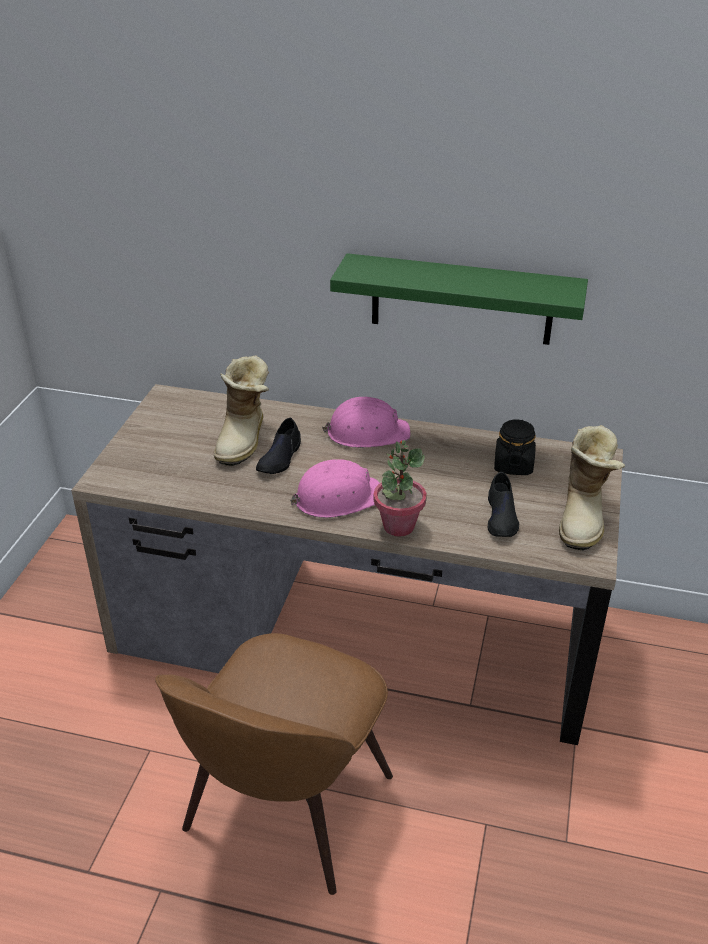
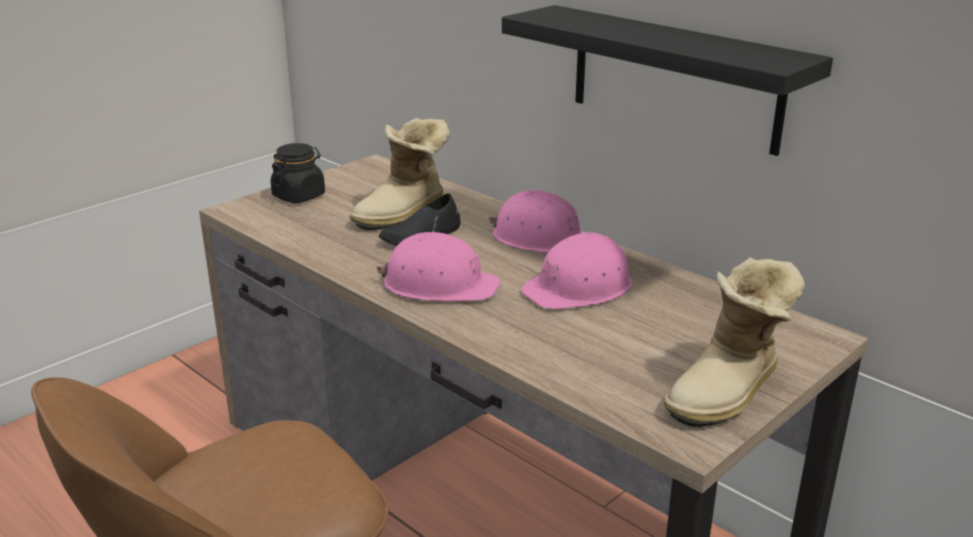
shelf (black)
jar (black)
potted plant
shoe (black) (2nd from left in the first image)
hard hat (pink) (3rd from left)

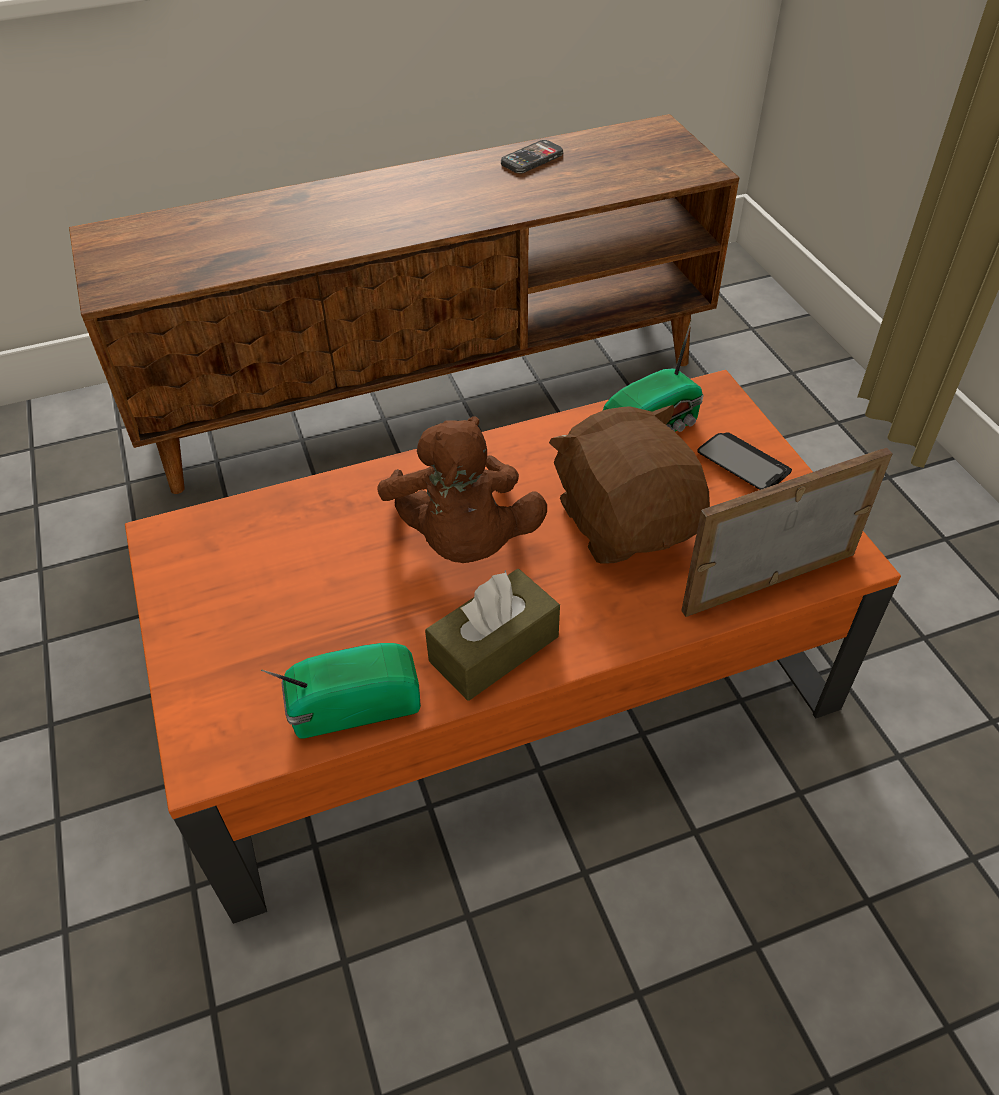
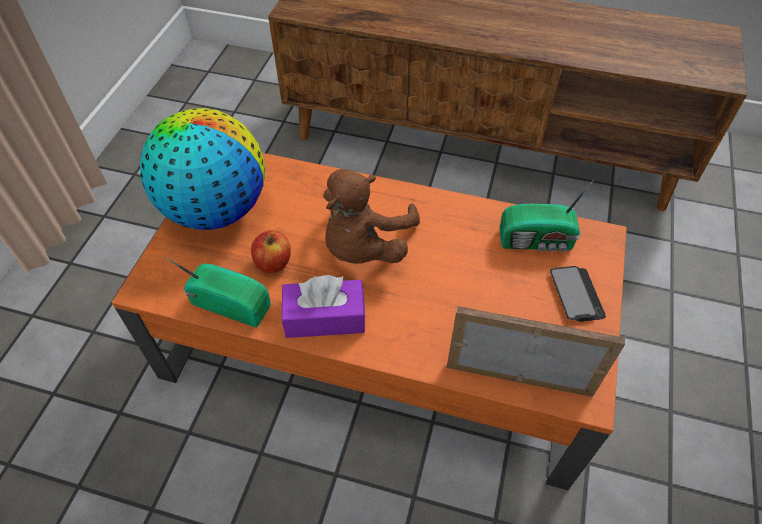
phone (1st from left in the first image)
plush toy (brown) (2nd from left in the first image)
tissue box (purple)
globe
apple

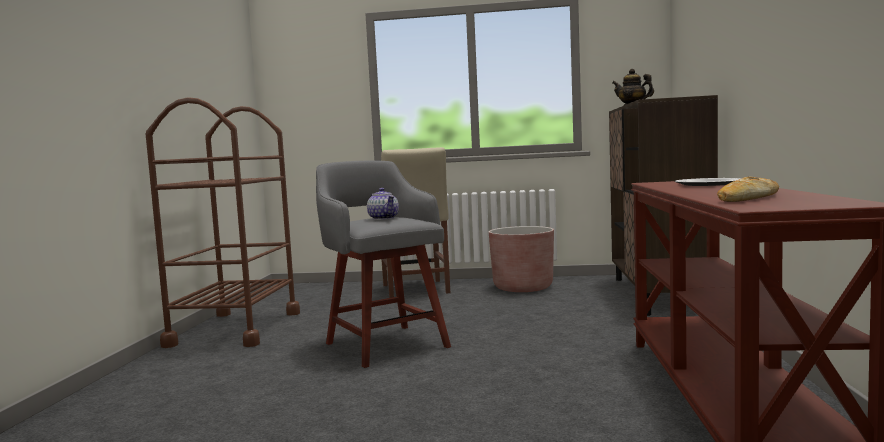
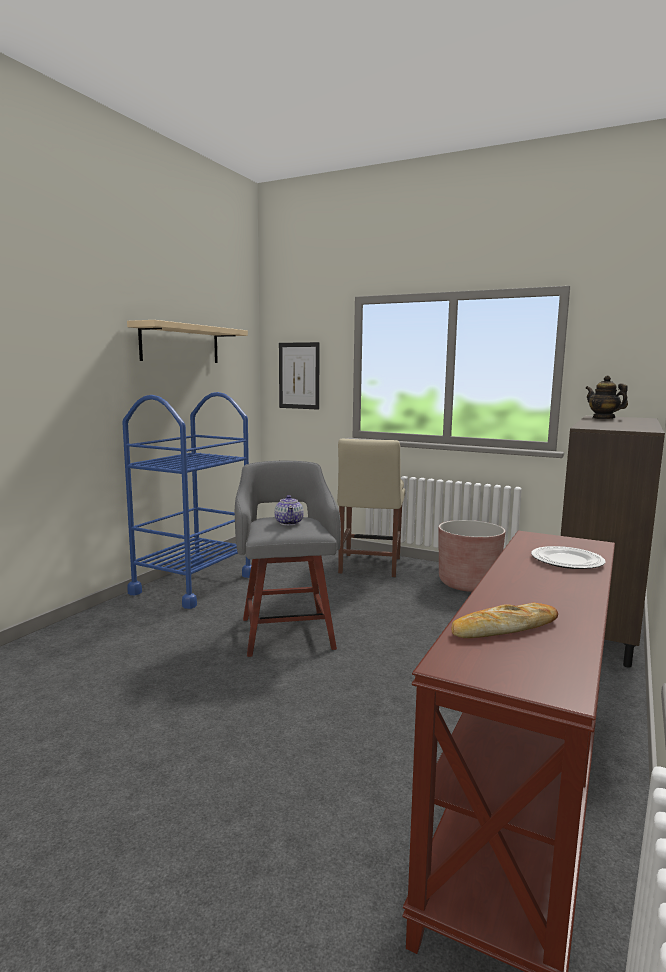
cart (blue)
shelf (beige)
picture

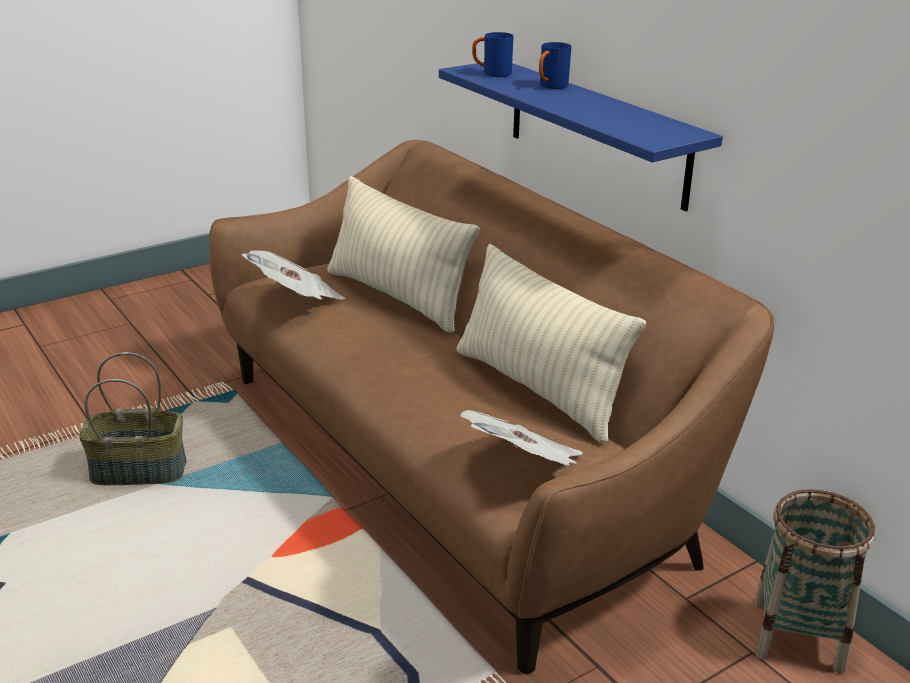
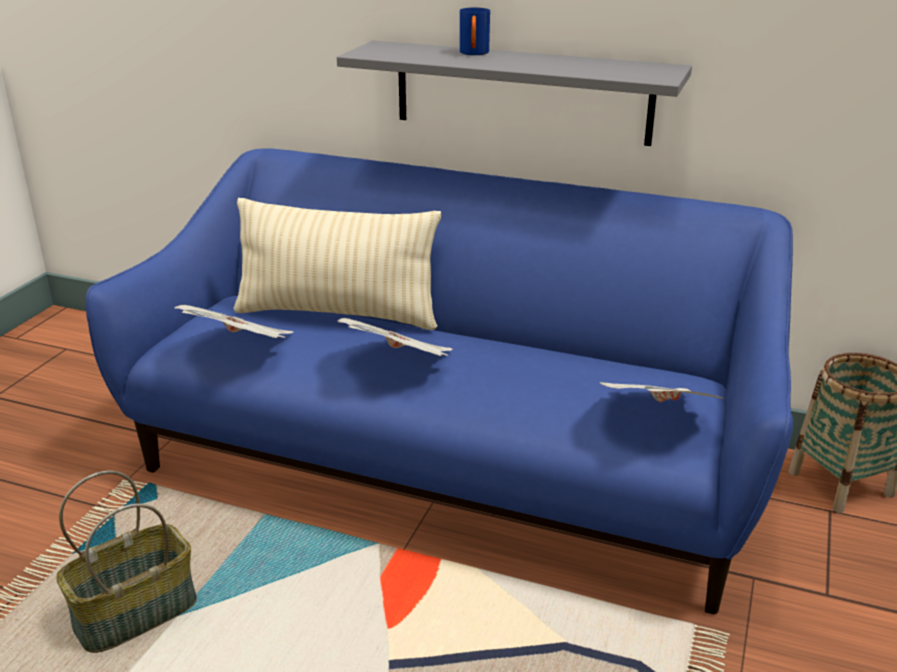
mug (blue) (1st from left in the first image)
shelf (grey)
sofa (blue)
pillow (beige) (2nd from left in the first image)
newspaper (2nd from left)

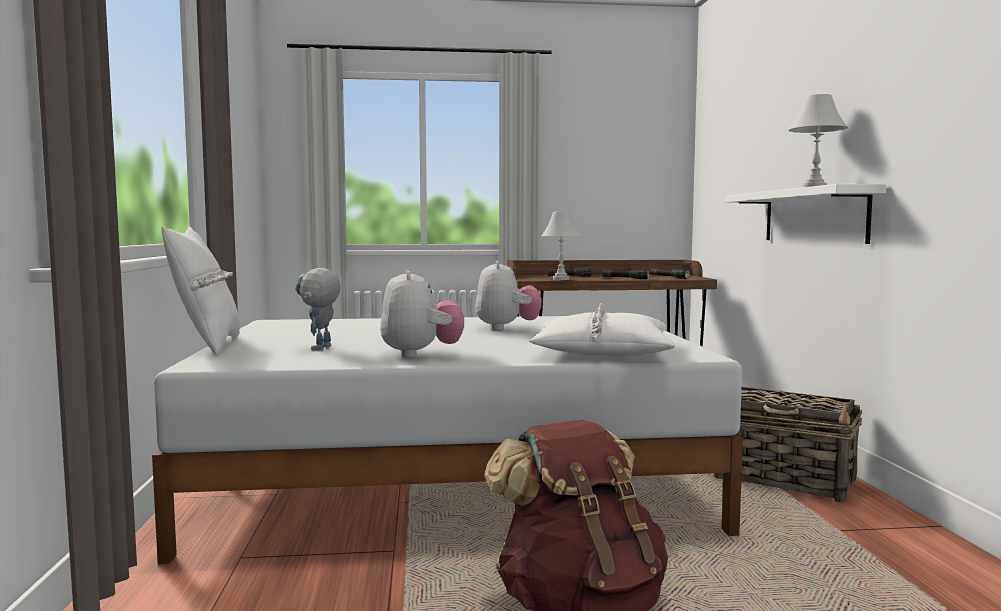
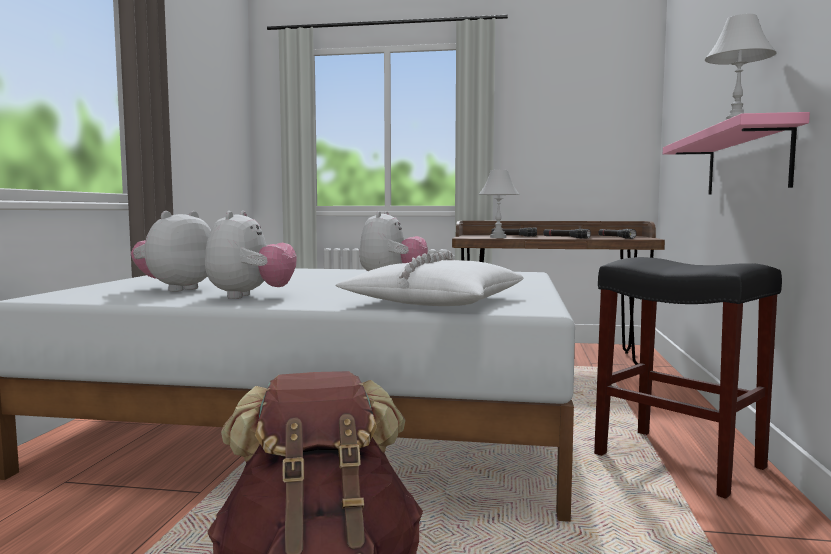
shelf (pink)
pillow (white) (1st from left in the first image)
plush toy (1st from left)
stool (black)

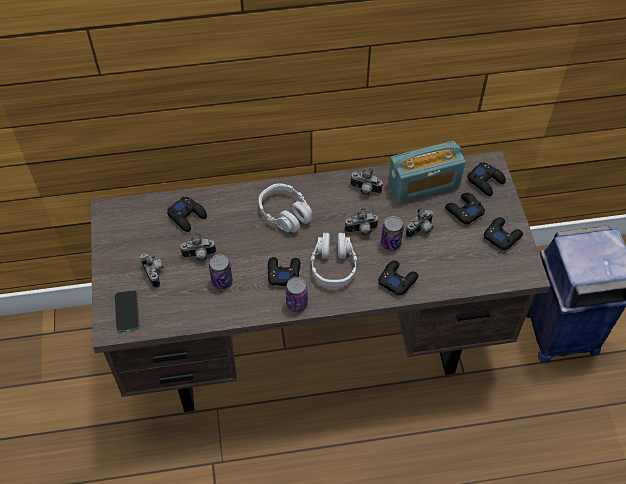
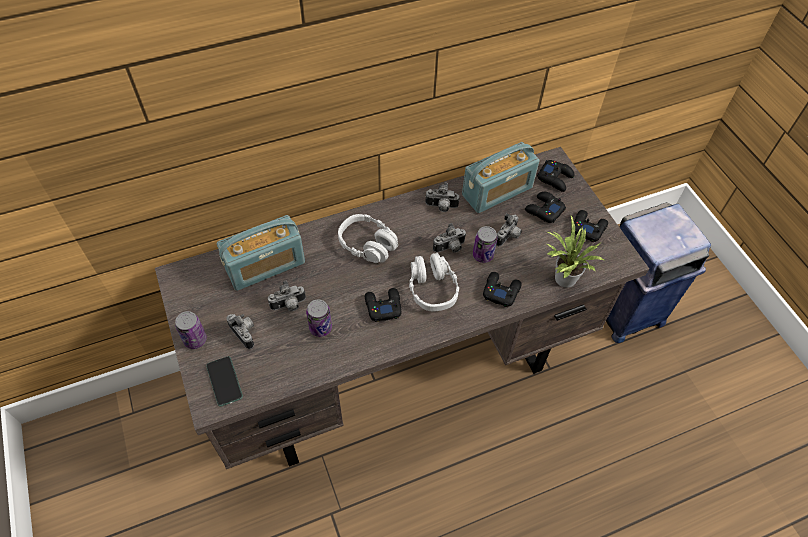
radio (1st from left)
can (1st from left)
potted plant

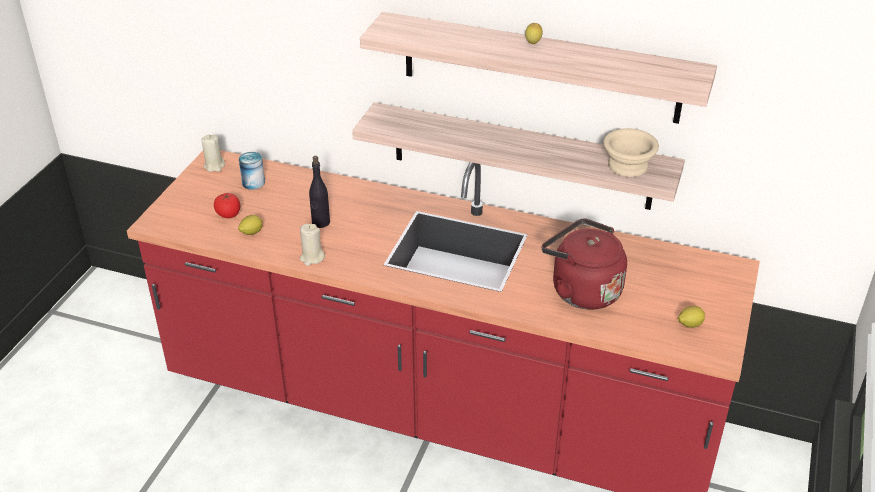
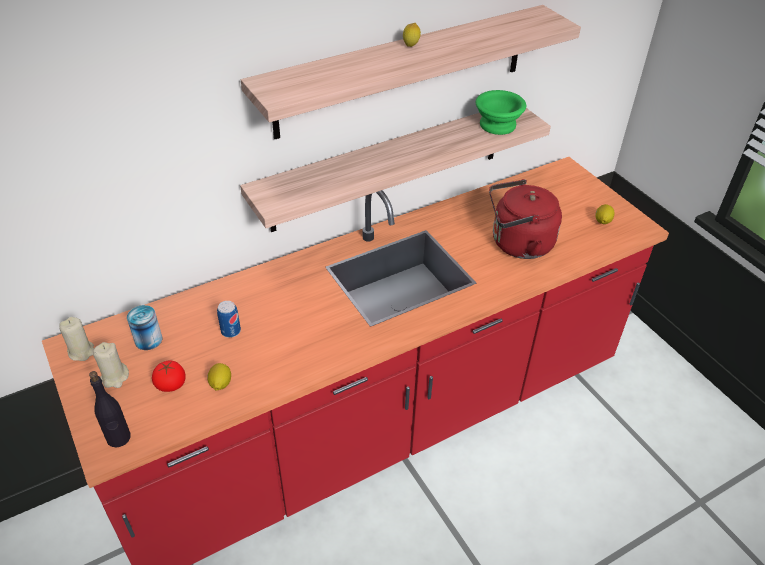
bowl (green)
bottle (black)
candle (beige) (2nd from left)
can (2nd from left)

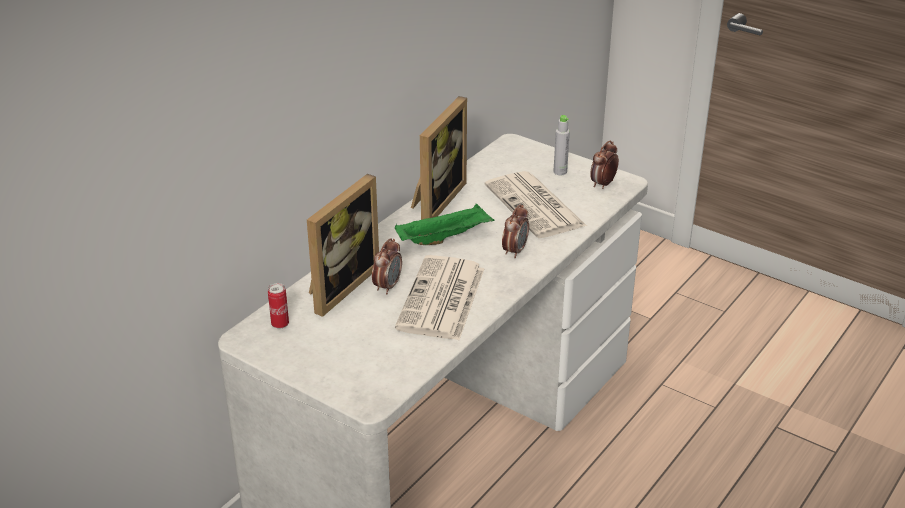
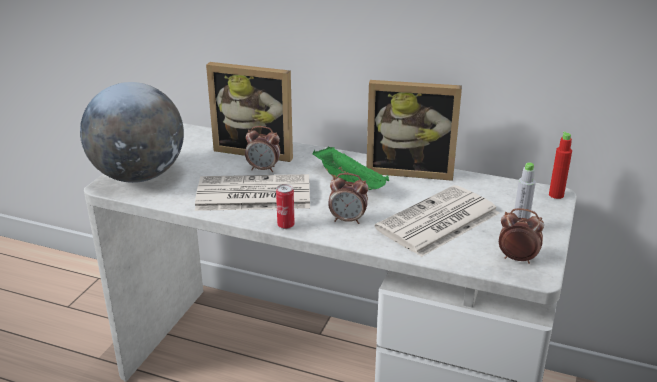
can
globe
bottle (red)

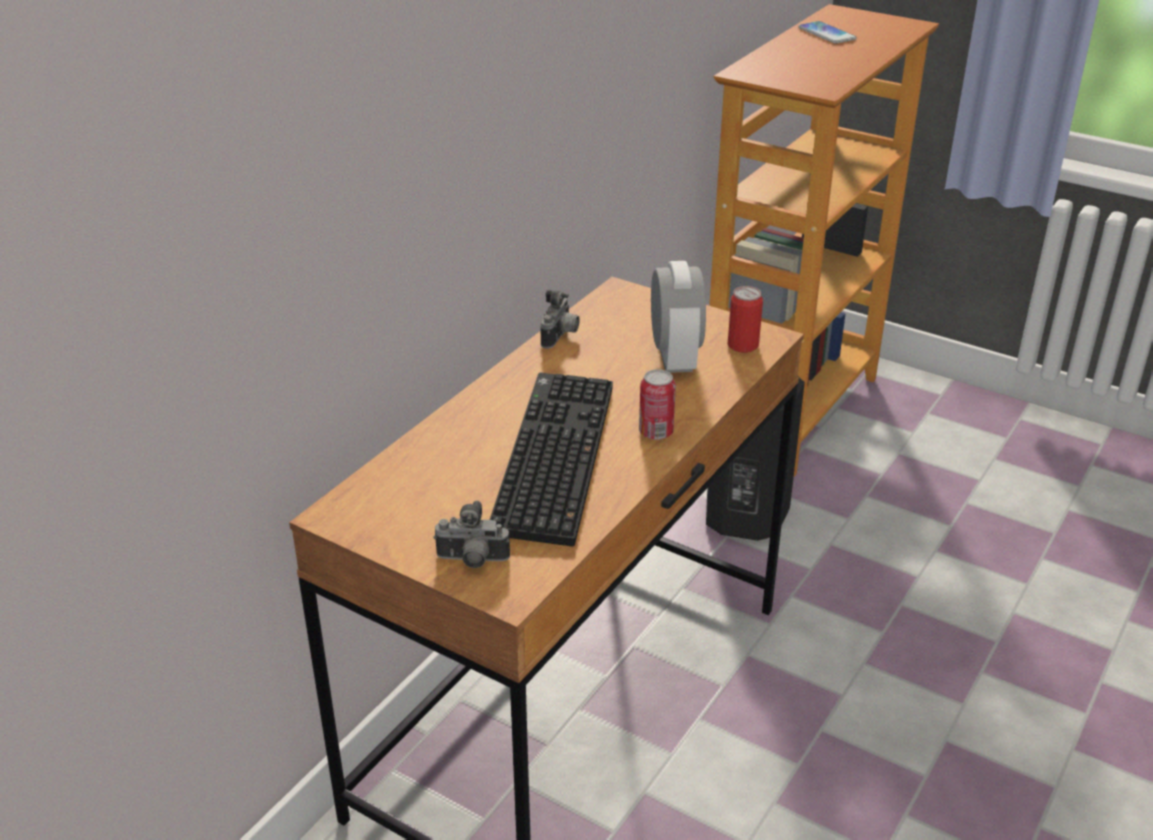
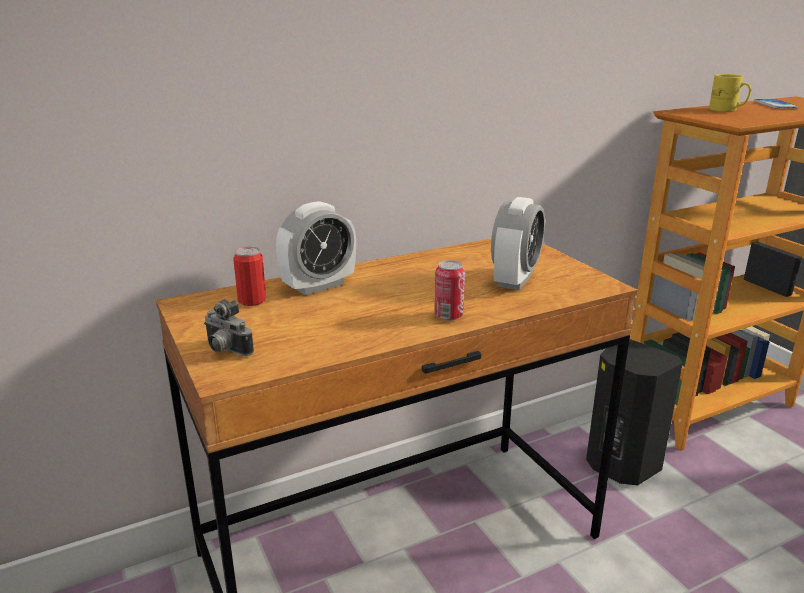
can (1st from left)
photo camera (2nd from left in the first image)
keyboard
mug (yellow)
alarm clock (1st from left)

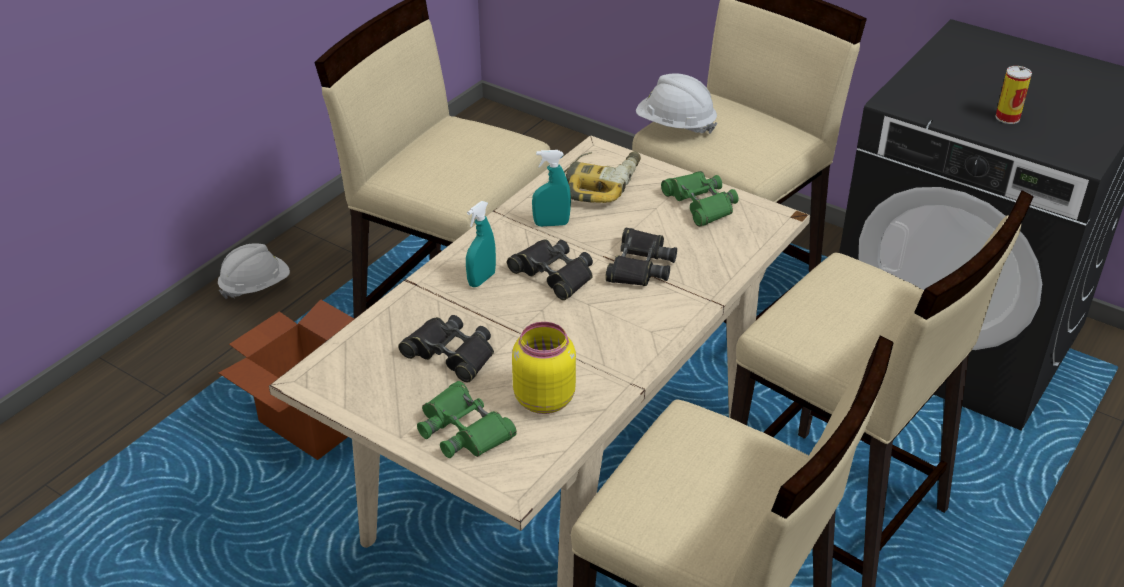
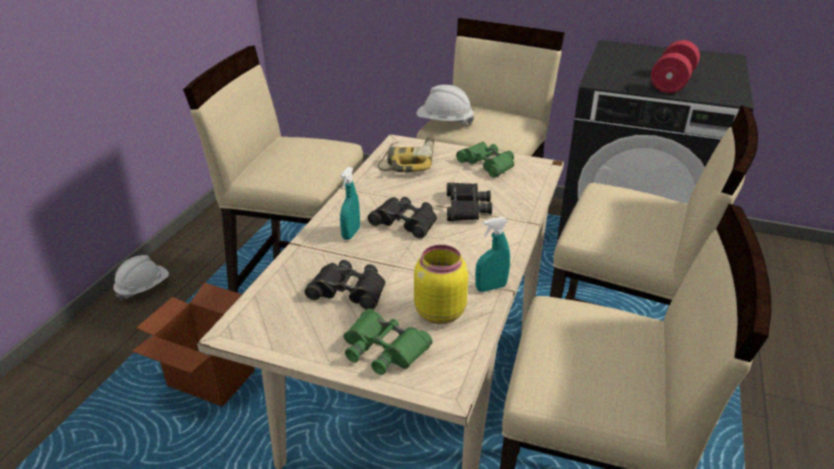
dumbbell (red)
spray bottle (turquoise) (2nd from left)

